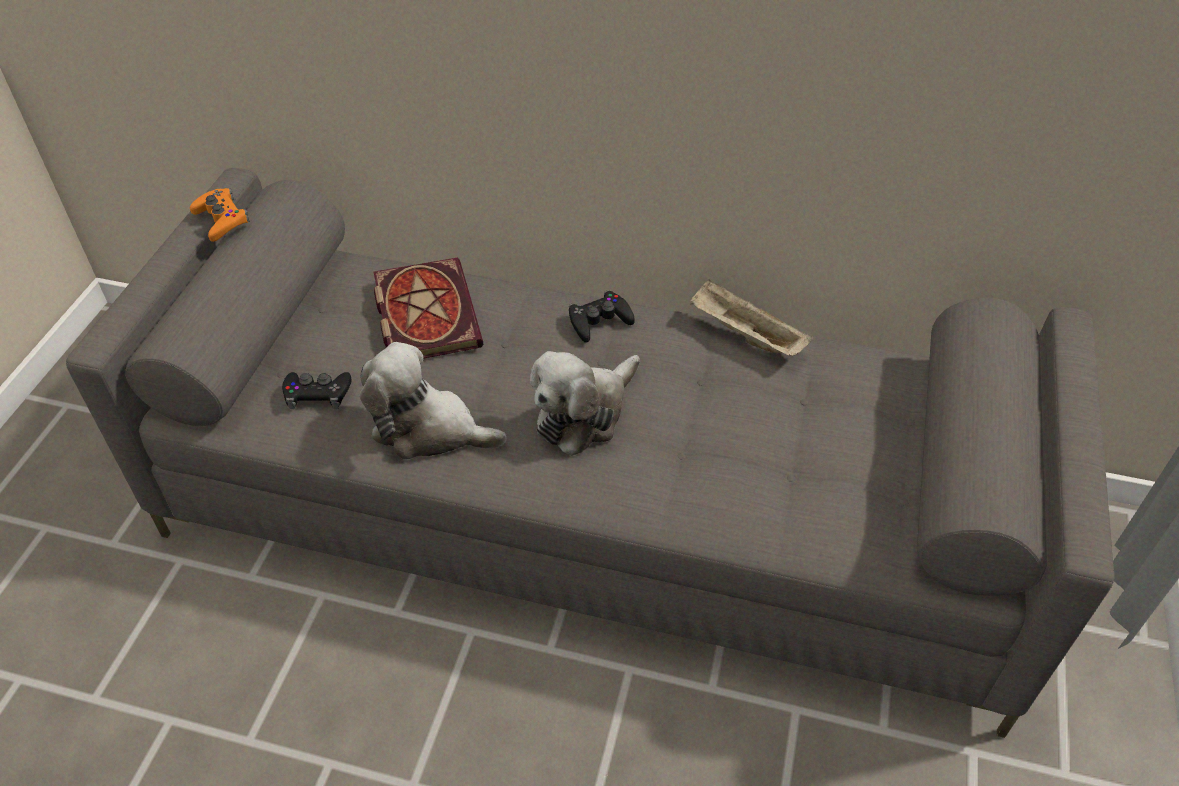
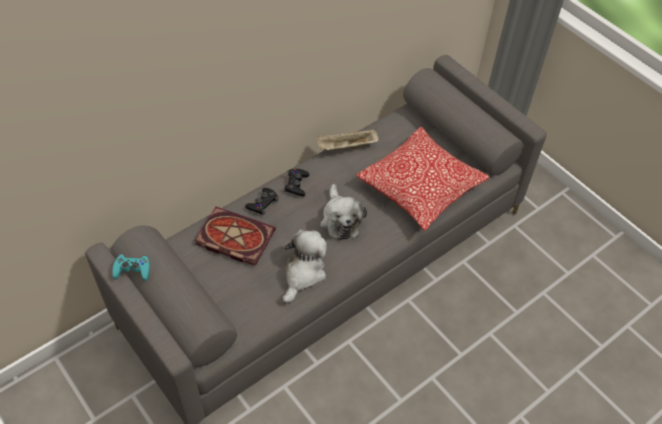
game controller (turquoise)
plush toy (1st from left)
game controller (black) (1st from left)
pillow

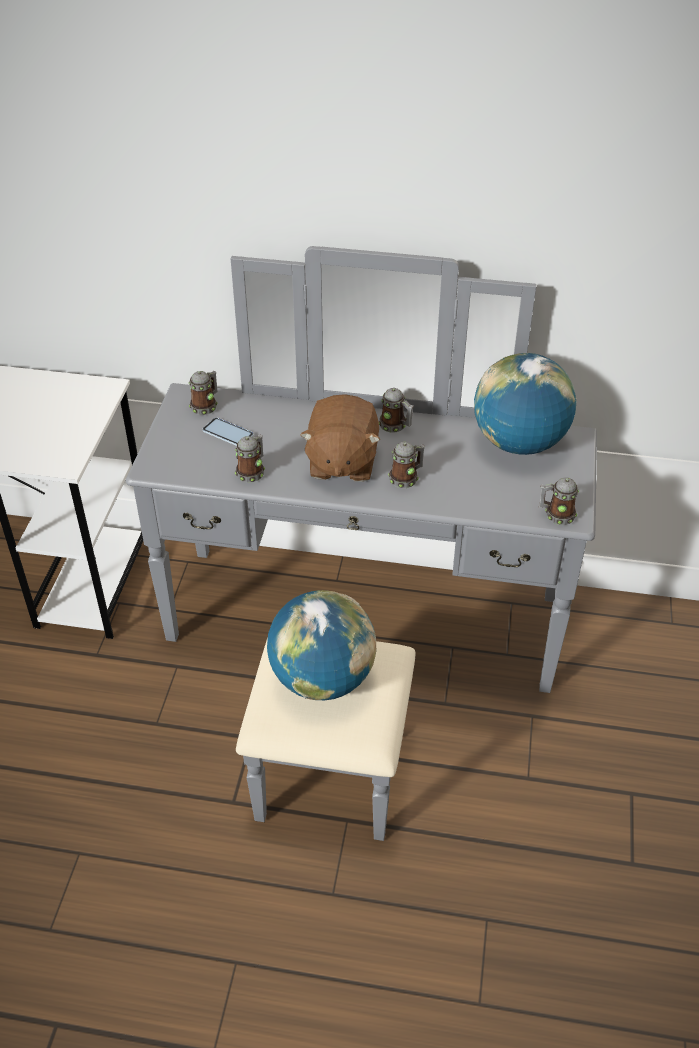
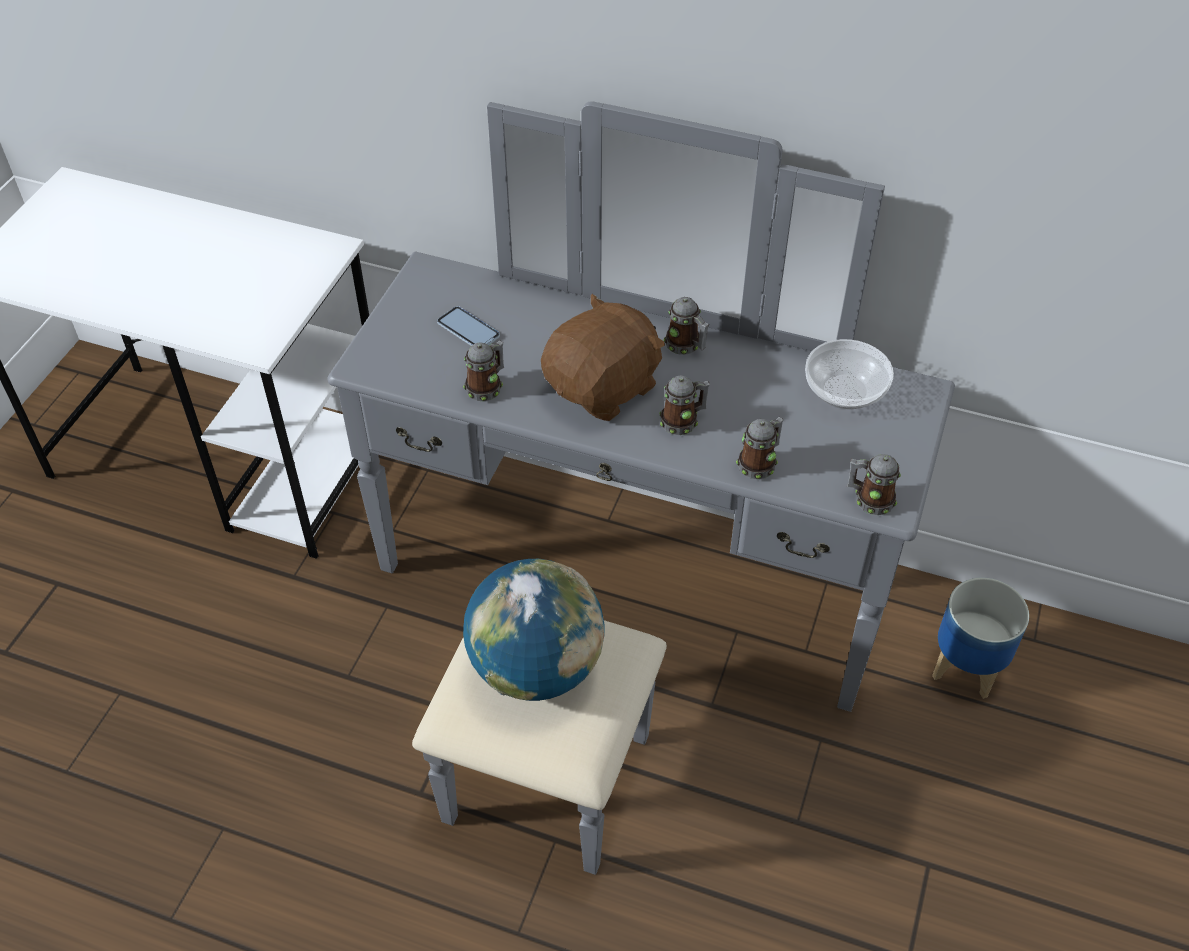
bowl
mug (4th from left)
plush toy (brown)
planter

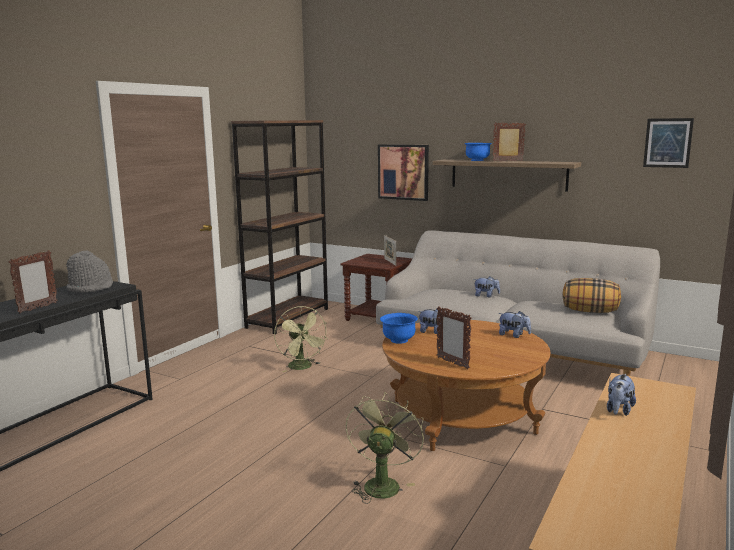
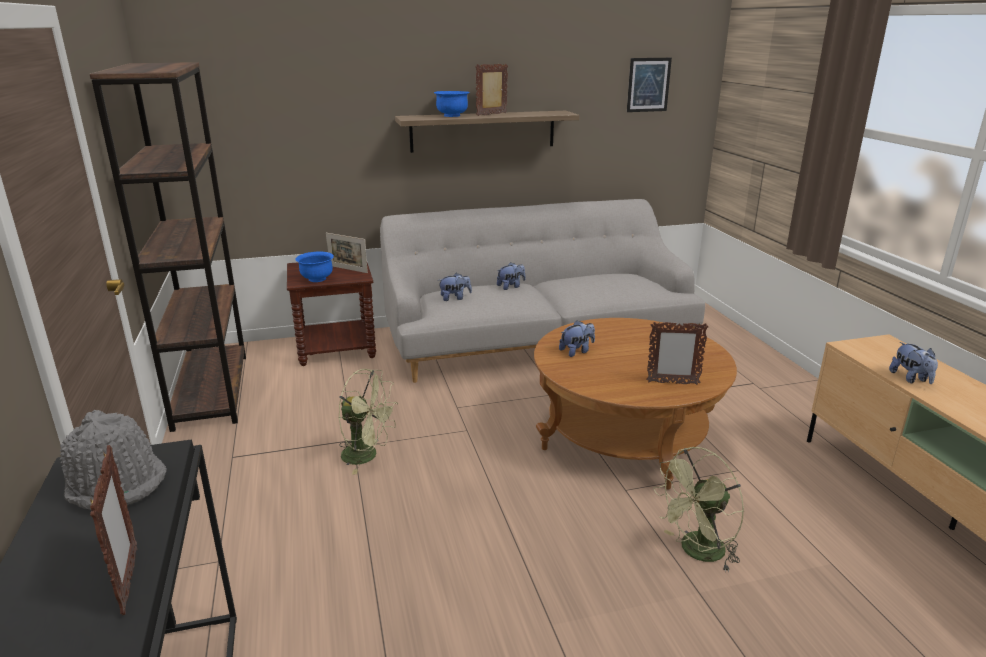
picture (1st from left in the first image)
pillow
plush toy (1st from left)
bowl (blue) (1st from left)
fan (green) (2nd from left)

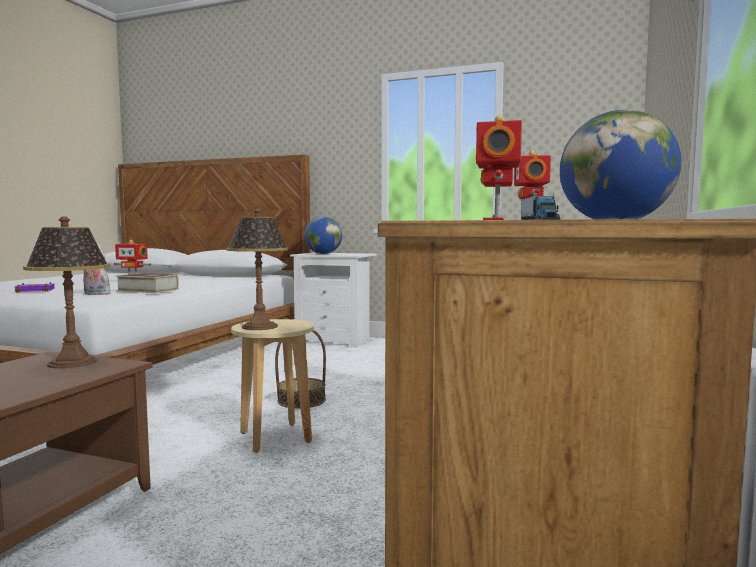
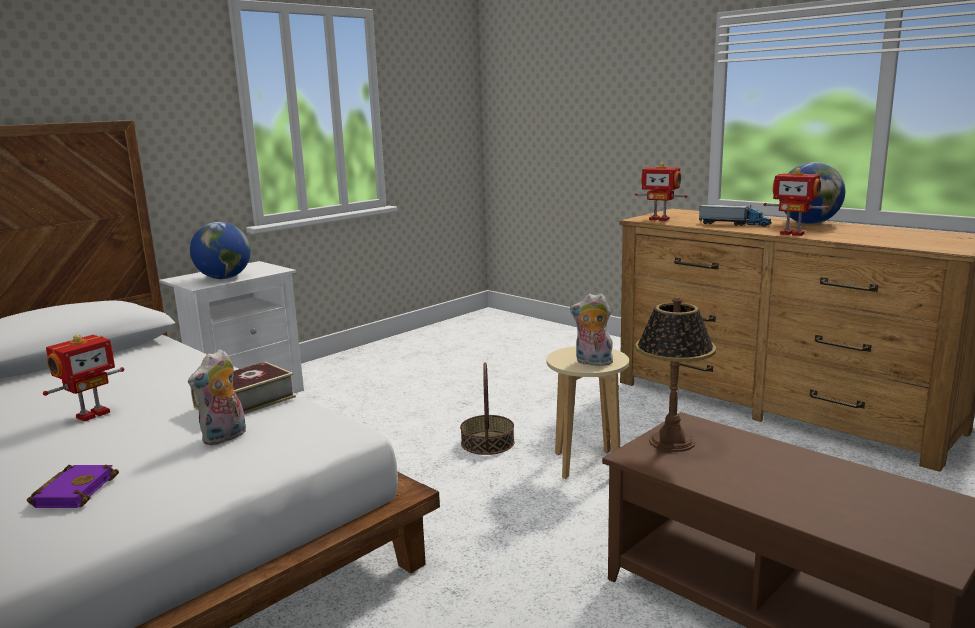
plush toy (2nd from left)

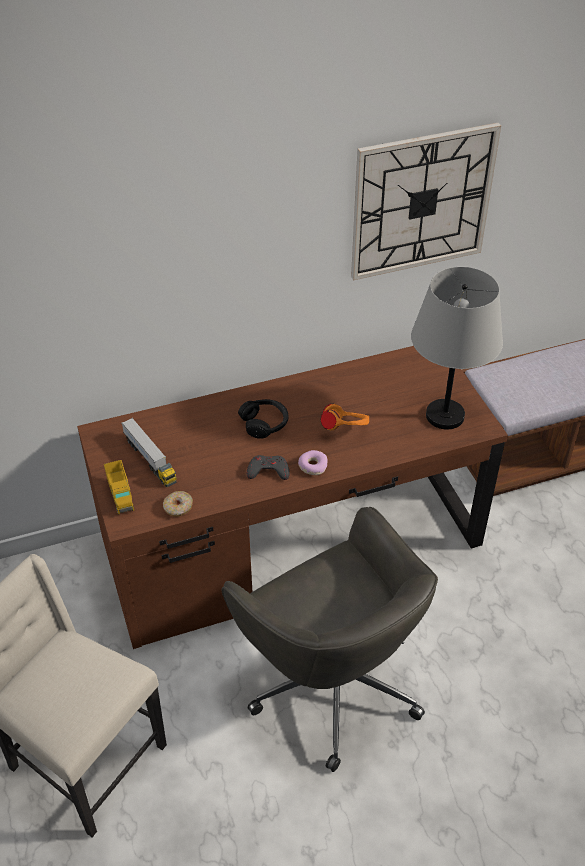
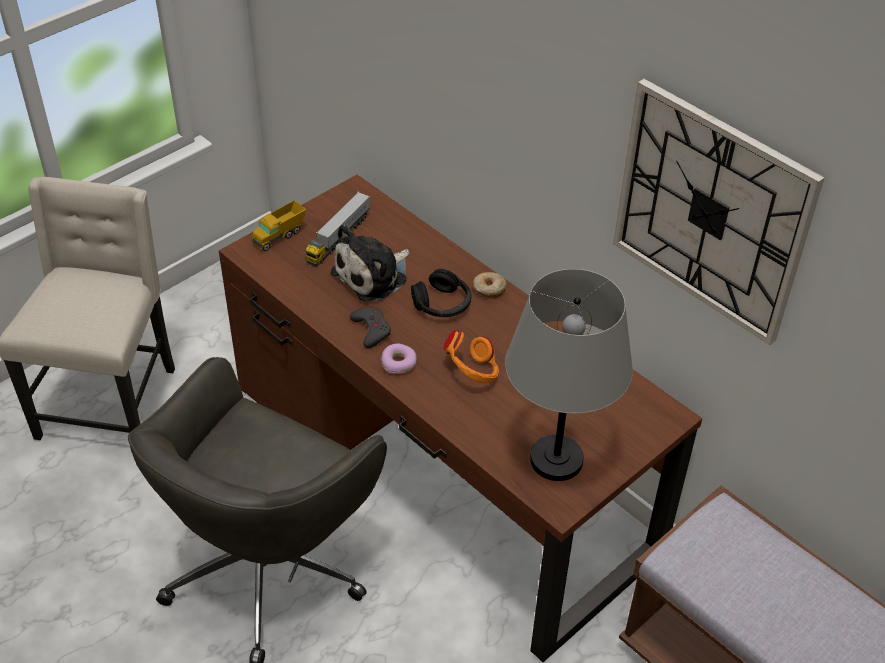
donut (2nd from left)
plush toy

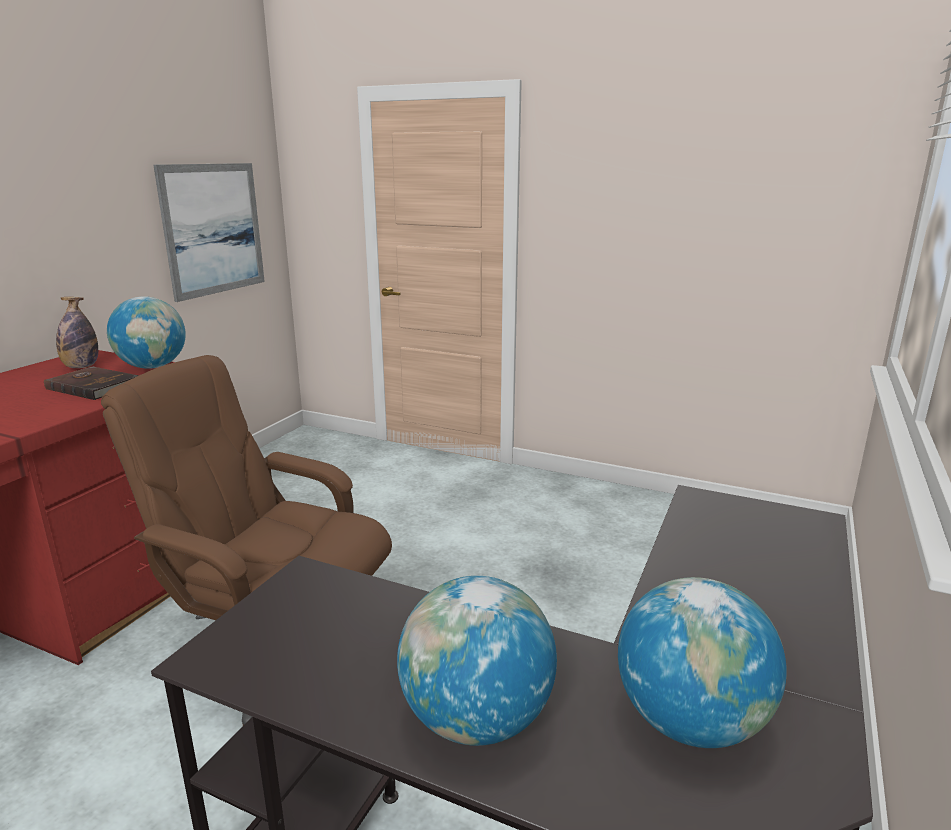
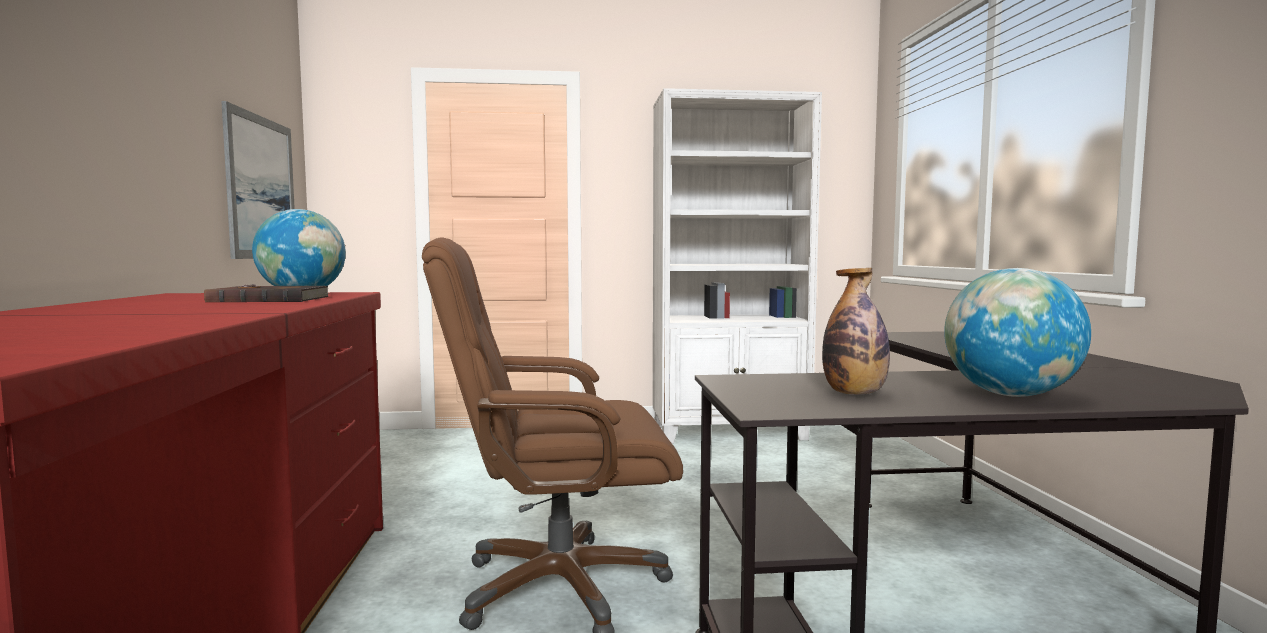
bottle
globe (3rd from left in the first image)
bookcase (white)

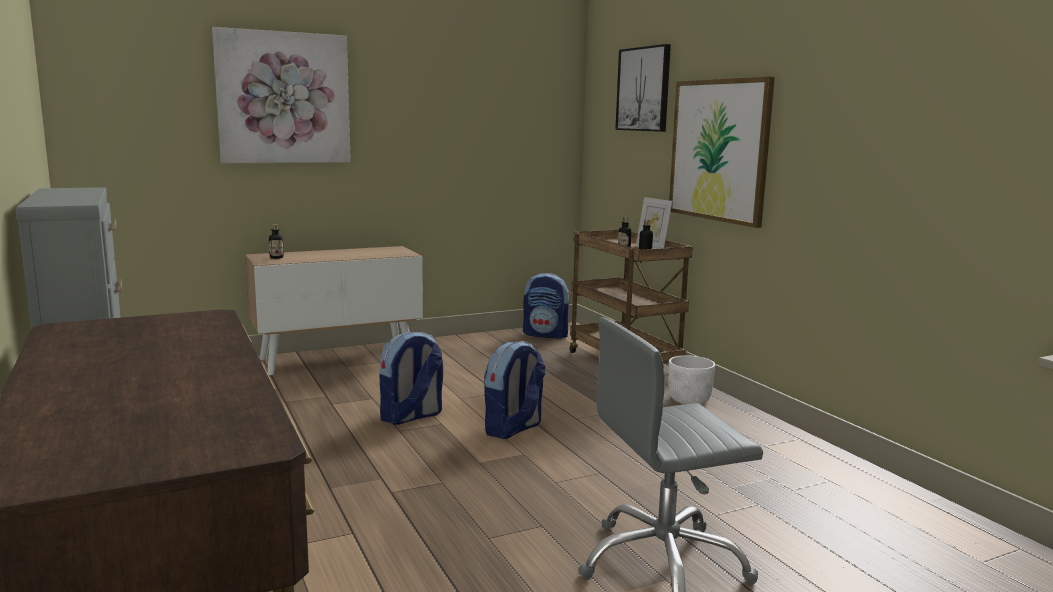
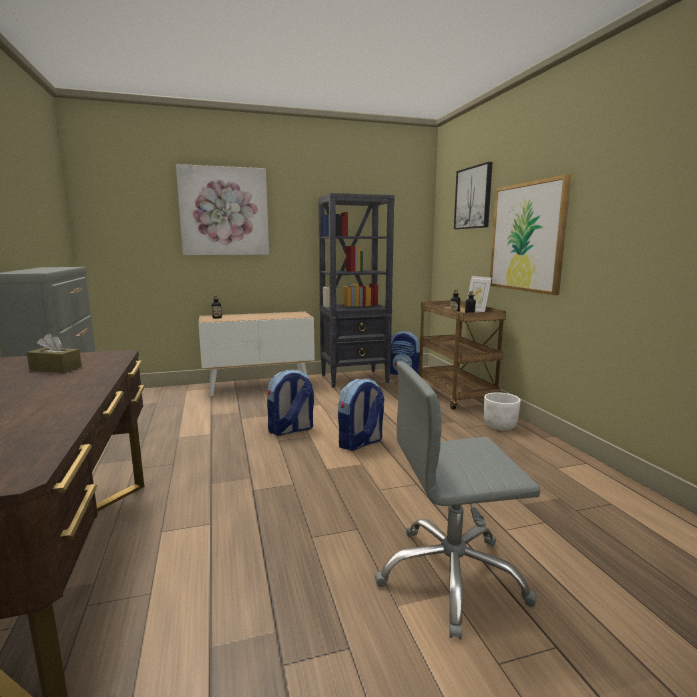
bookcase (black)
tissue box (brown)

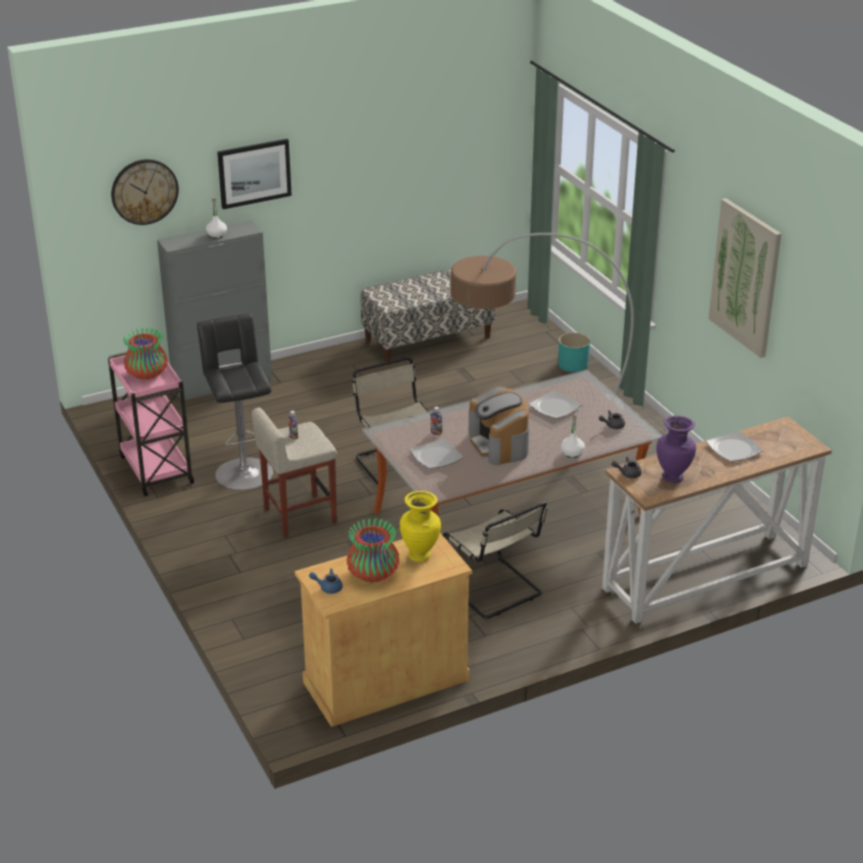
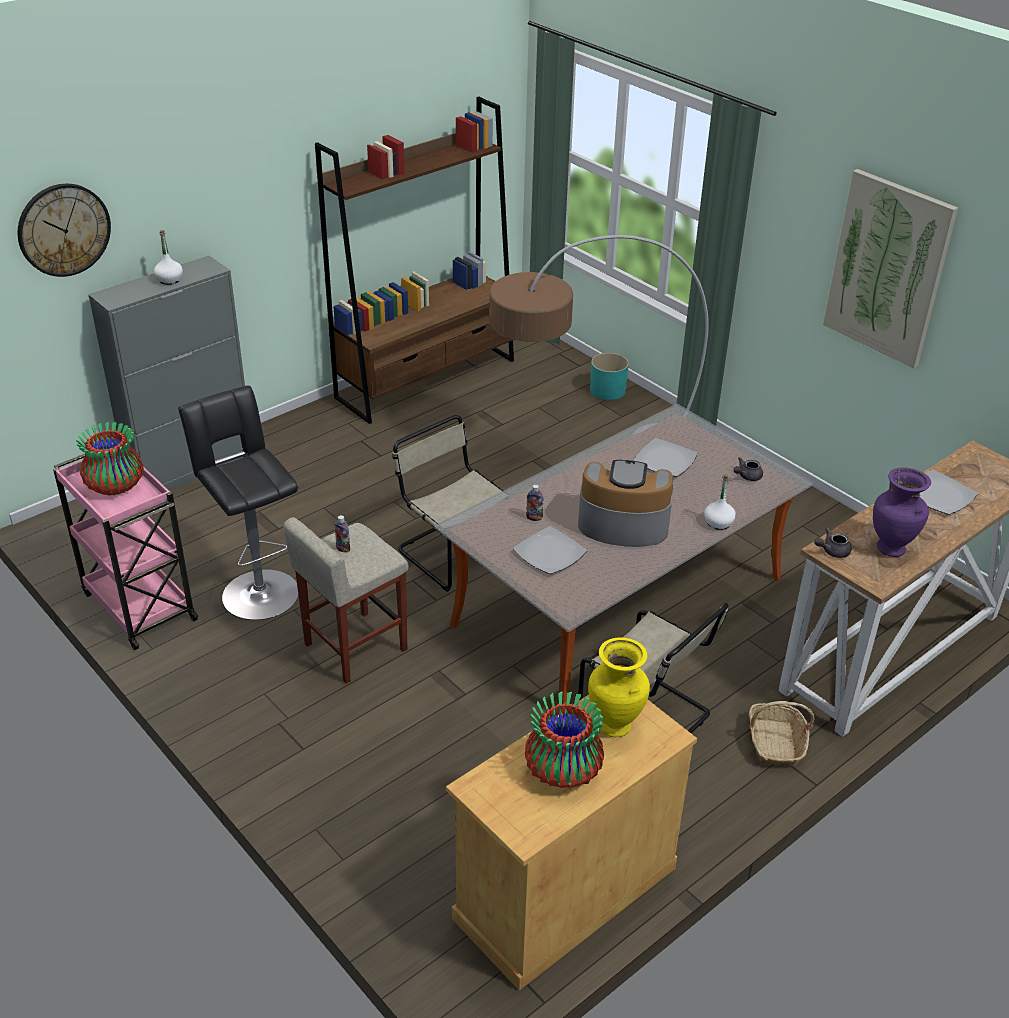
picture (1st from left in the first image)
bookcase (brown)
coffee machine
teapot (blue)
basket

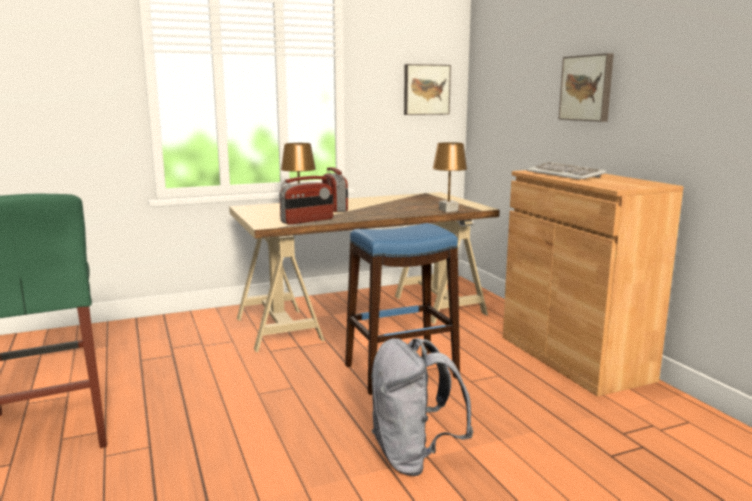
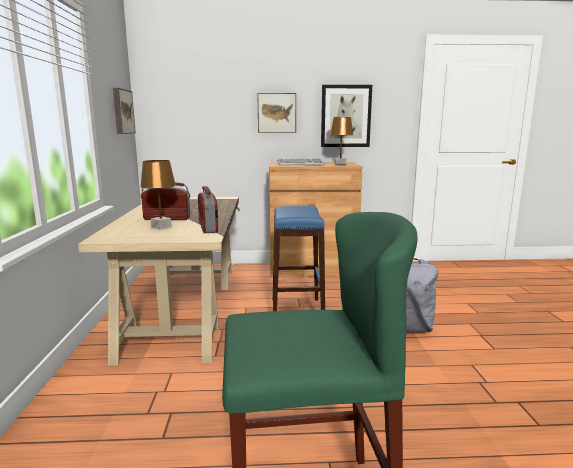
table lamp (brown) (2nd from left)
picture (3rd from left)

